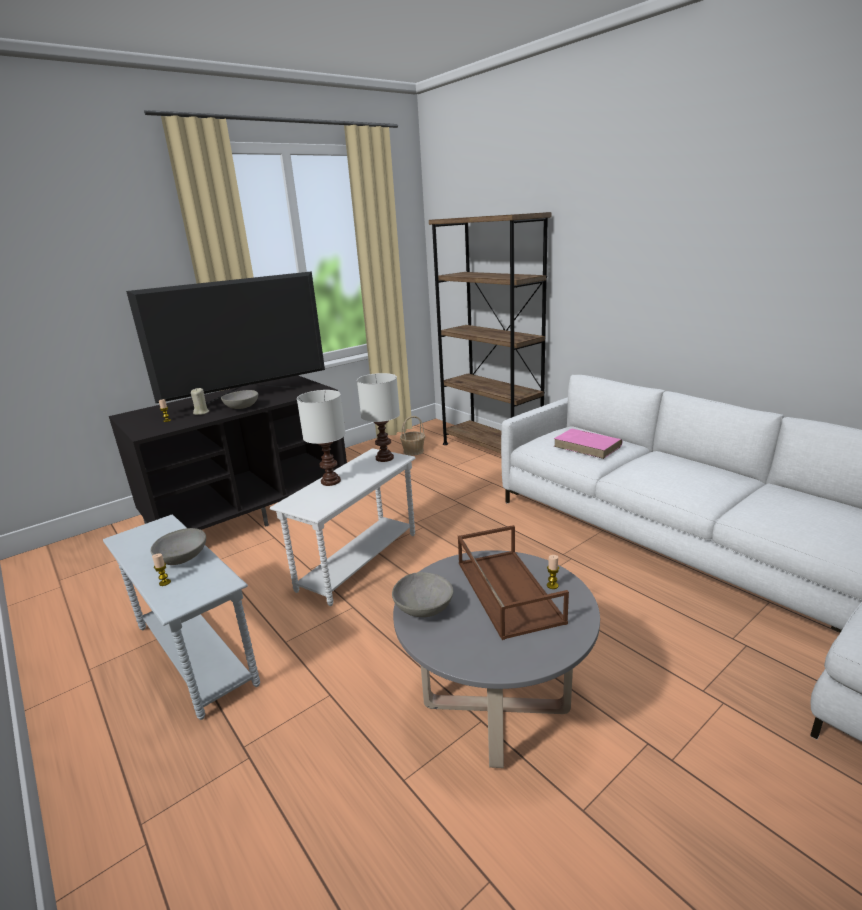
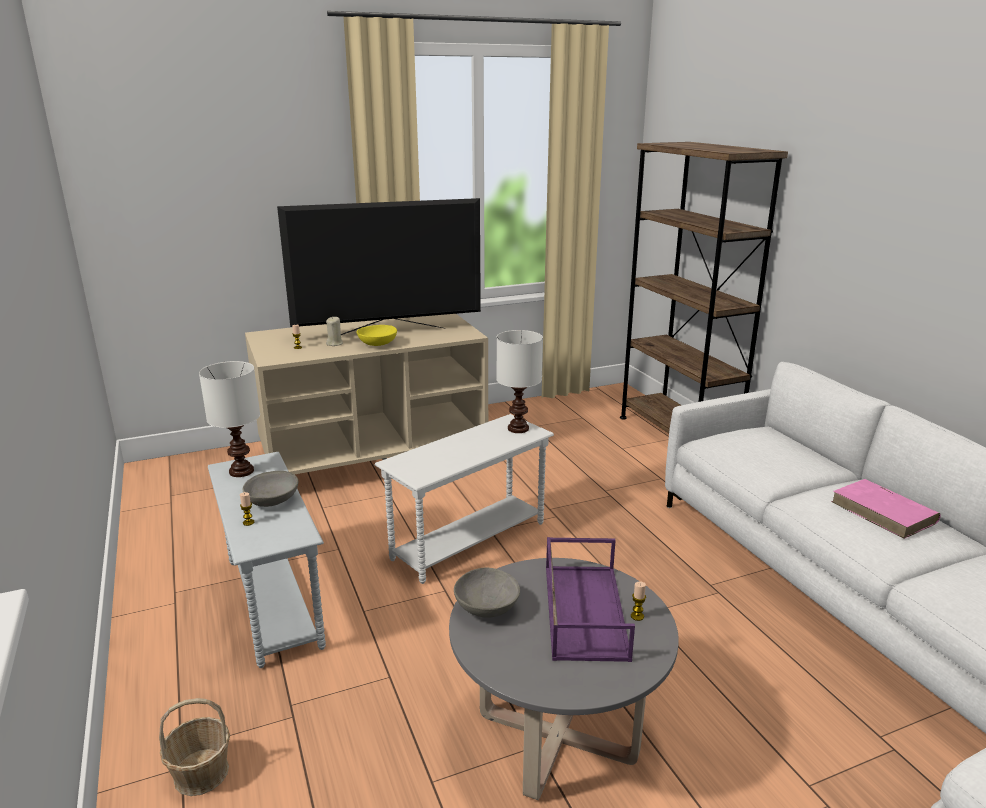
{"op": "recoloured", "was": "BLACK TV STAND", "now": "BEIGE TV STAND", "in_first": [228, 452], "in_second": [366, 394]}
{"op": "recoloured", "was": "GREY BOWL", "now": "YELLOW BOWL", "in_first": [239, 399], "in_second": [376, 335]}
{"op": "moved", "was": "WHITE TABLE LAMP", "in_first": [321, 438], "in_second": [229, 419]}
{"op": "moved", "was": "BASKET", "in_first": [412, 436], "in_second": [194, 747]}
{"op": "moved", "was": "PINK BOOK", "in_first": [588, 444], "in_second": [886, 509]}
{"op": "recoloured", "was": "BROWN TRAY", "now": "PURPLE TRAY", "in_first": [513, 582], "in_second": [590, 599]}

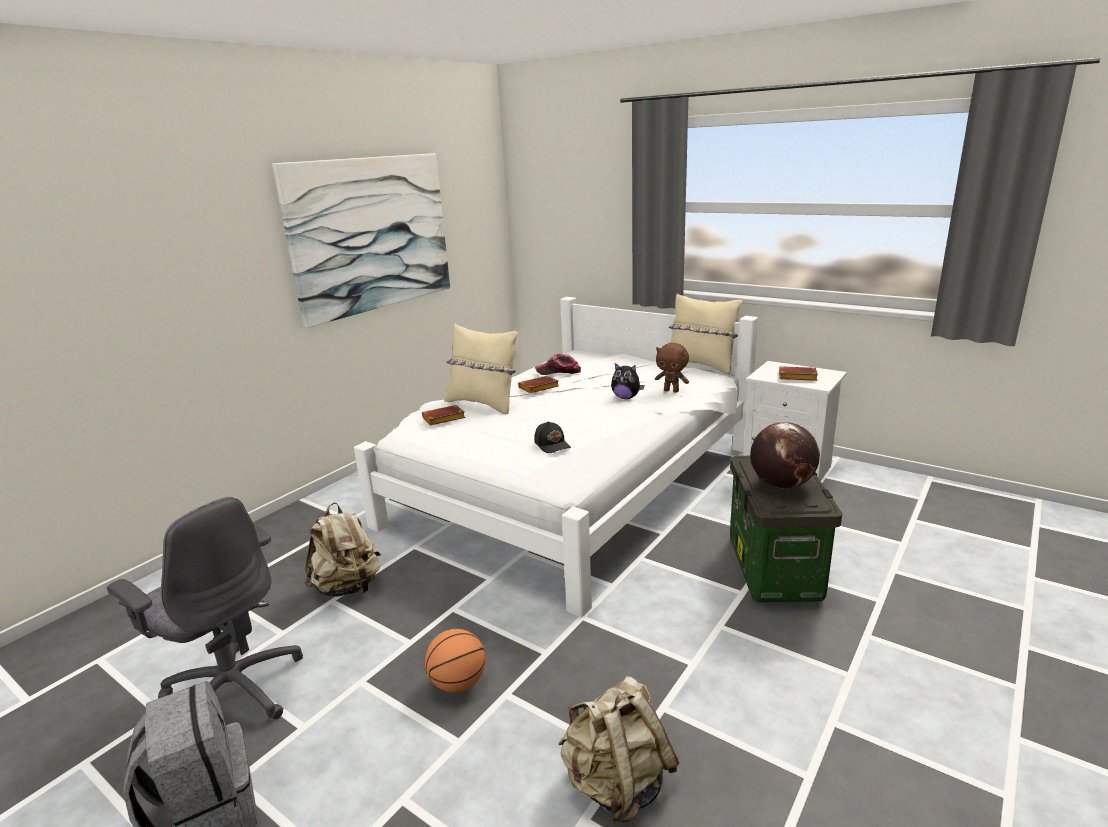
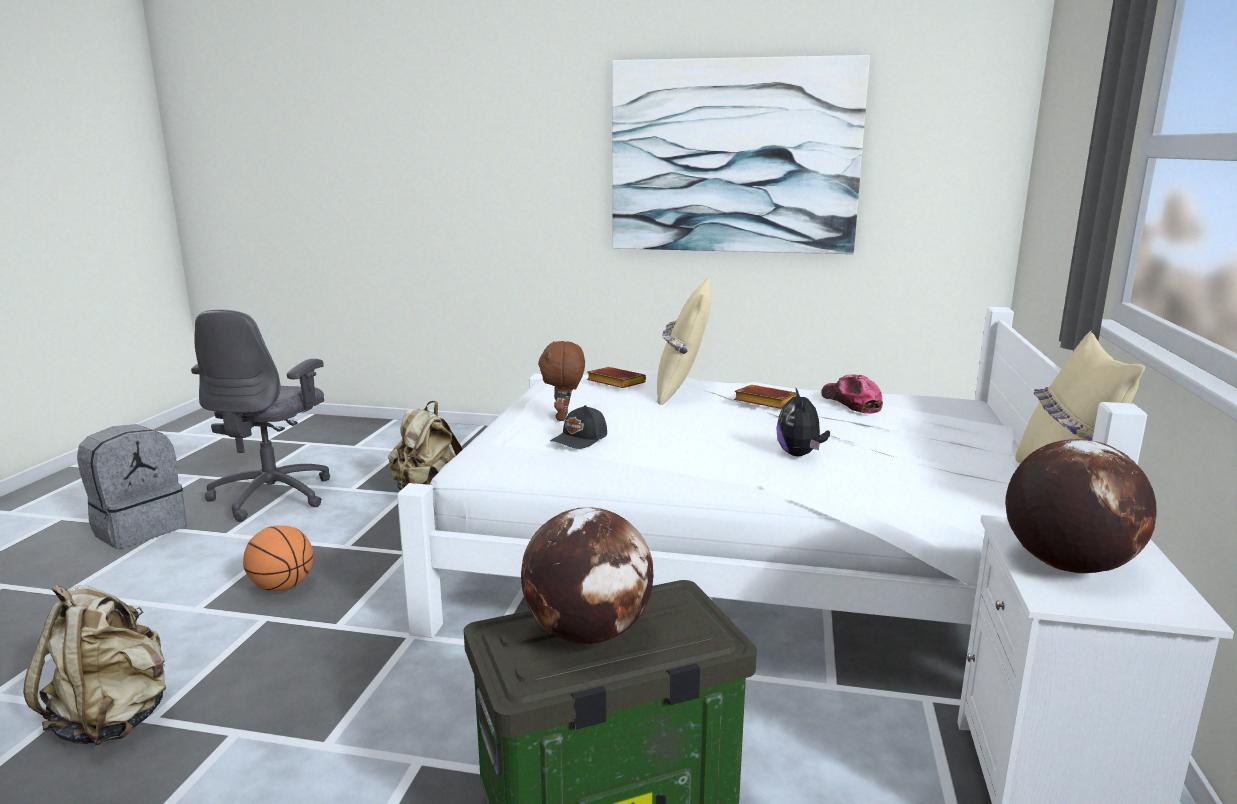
{"op": "moved", "was": "BROWN PLUSH TOY", "in_first": [672, 368], "in_second": [561, 381]}
{"op": "replaced", "was": "BROWN BOOK", "now": "GLOBE", "in_first": [798, 373], "in_second": [1081, 506]}

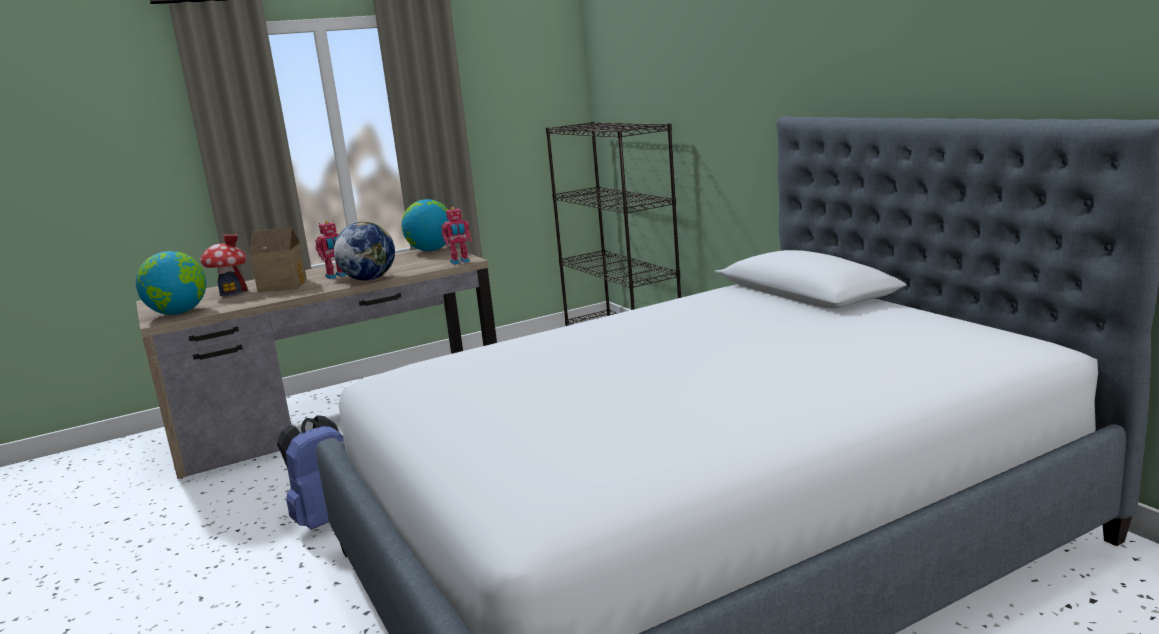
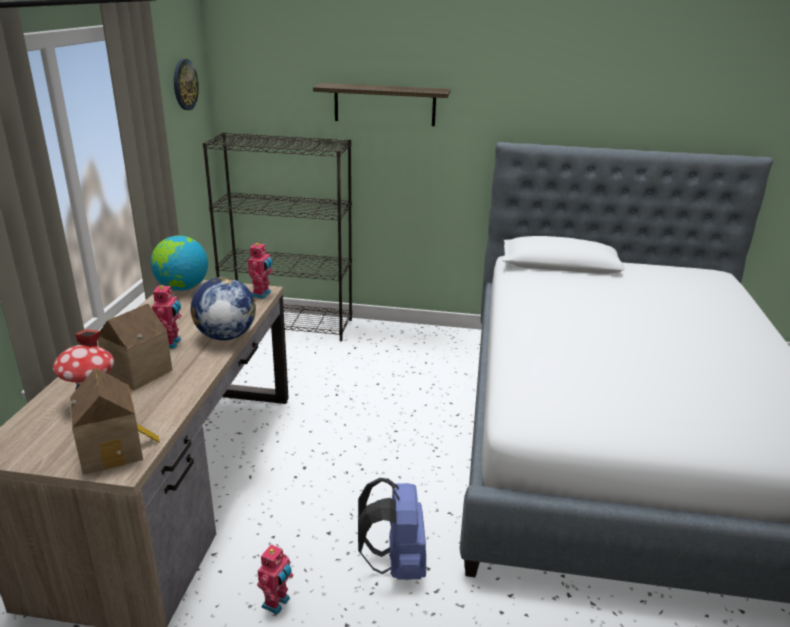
{"op": "replaced", "was": "GLOBE", "now": "TOY HOUSE", "in_first": [171, 283], "in_second": [115, 421]}
{"op": "added", "now": "WALL CLOCK", "in_second": [186, 84]}
{"op": "added", "now": "SHELF", "in_second": [382, 104]}
{"op": "added", "now": "TOY ROBOT", "in_second": [275, 579]}

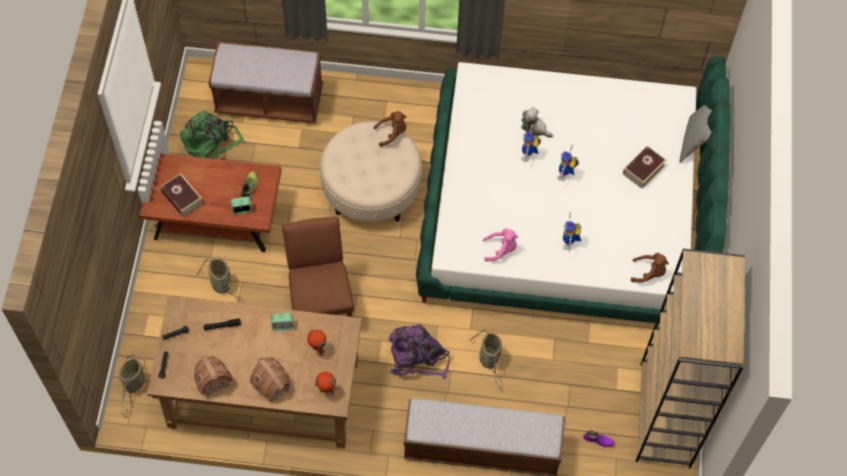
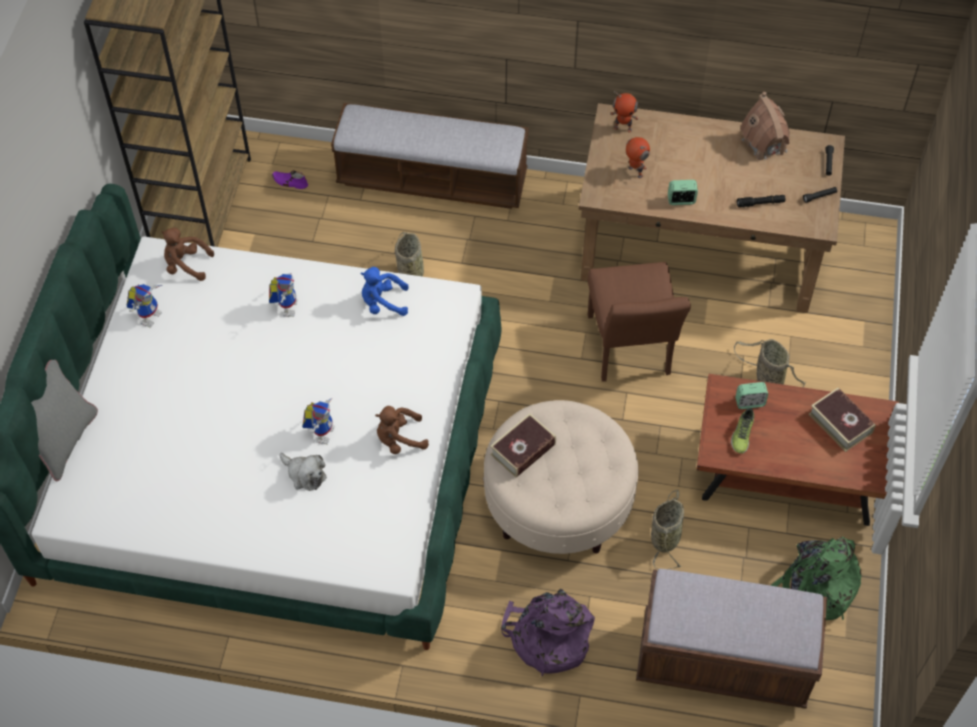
{"op": "moved", "was": "BROWN PLUSH TOY", "in_first": [390, 129], "in_second": [402, 430]}
{"op": "moved", "was": "TOY ROBOT", "in_first": [568, 162], "in_second": [144, 306]}
{"op": "moved", "was": "BOOK", "in_first": [644, 167], "in_second": [523, 445]}
{"op": "recoloured", "was": "PINK PLUSH TOY", "now": "BLUE PLUSH TOY", "in_first": [500, 245], "in_second": [384, 291]}
{"op": "moved", "was": "PURPLE BACKPACK", "in_first": [419, 351], "in_second": [548, 632]}
{"op": "moved", "was": "BASKET", "in_first": [132, 384], "in_second": [667, 529]}
{"op": "removed", "was": "TOY HOUSE", "in_first": [271, 379]}

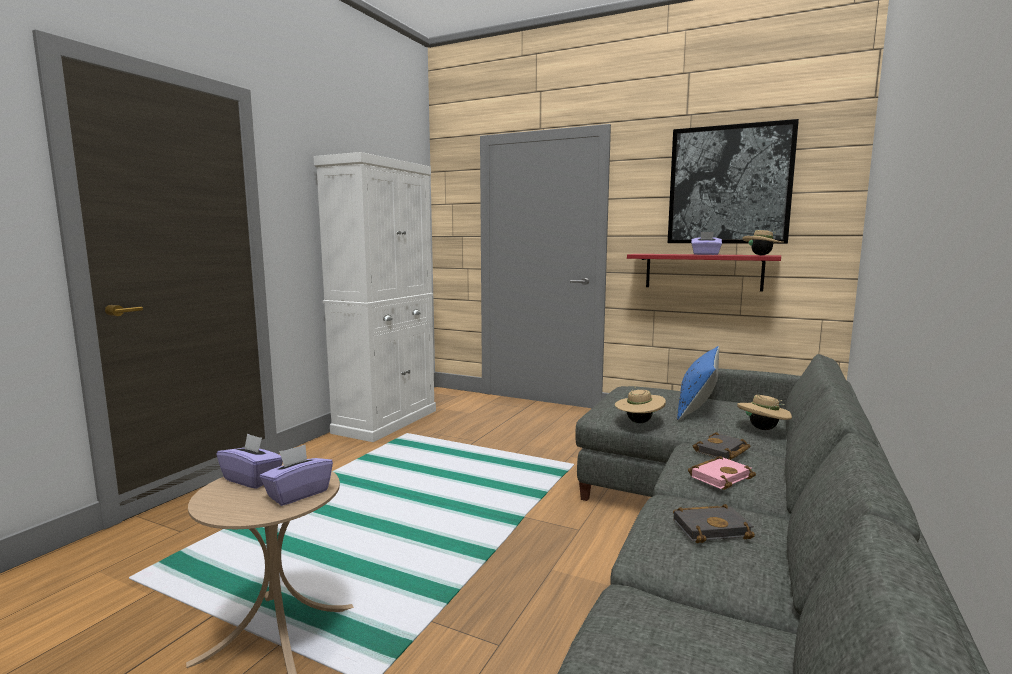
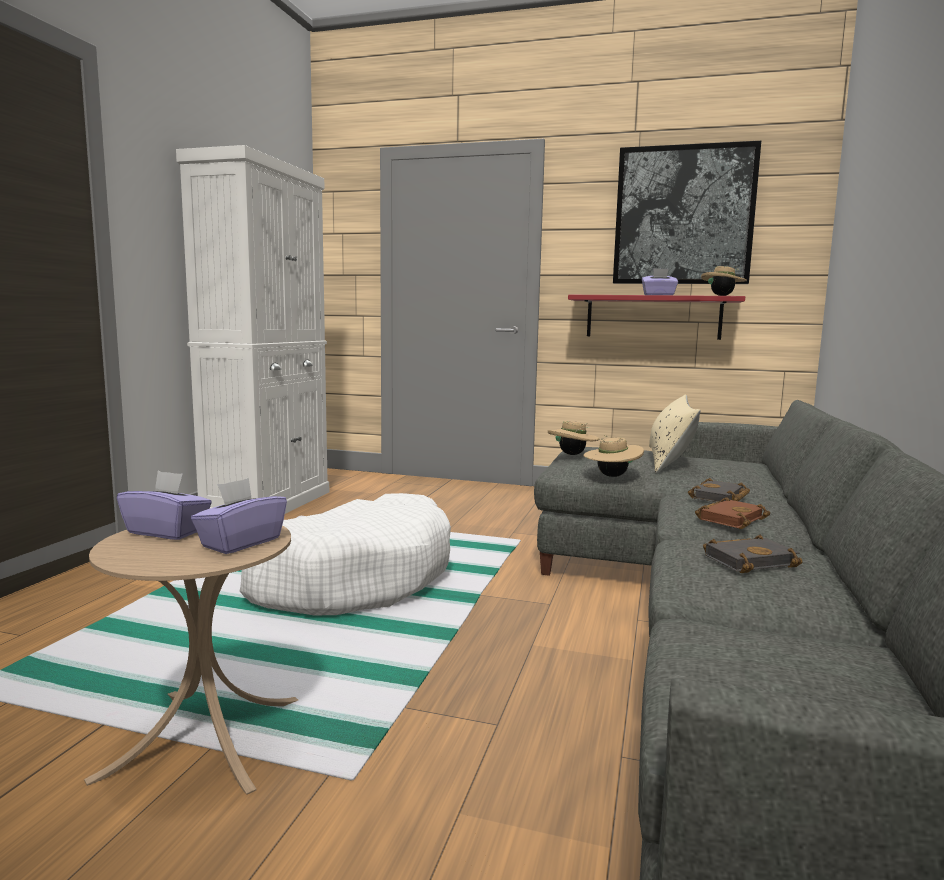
{"op": "recoloured", "was": "BLUE PILLOW", "now": "BEIGE PILLOW", "in_first": [698, 383], "in_second": [674, 433]}
{"op": "moved", "was": "BEIGE HAT", "in_first": [764, 412], "in_second": [573, 438]}
{"op": "recoloured", "was": "PINK BOOK", "now": "BROWN BOOK", "in_first": [722, 473], "in_second": [732, 513]}
{"op": "added", "now": "WHITE DOG BED", "in_second": [345, 554]}

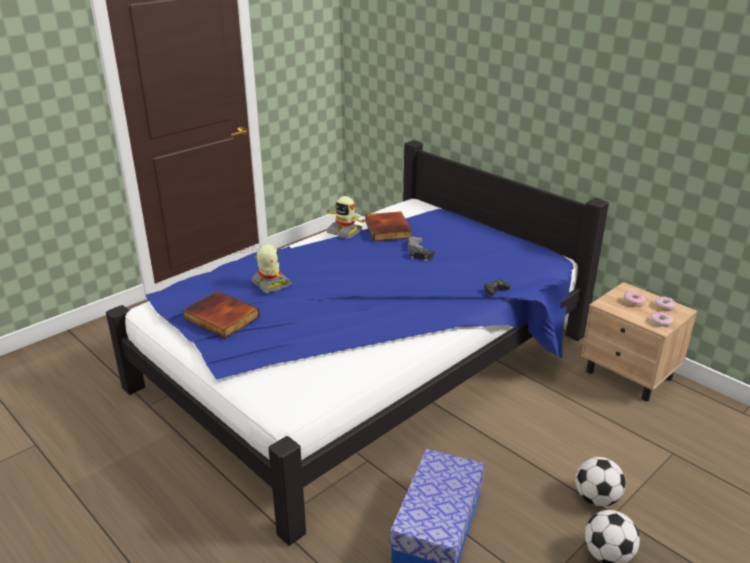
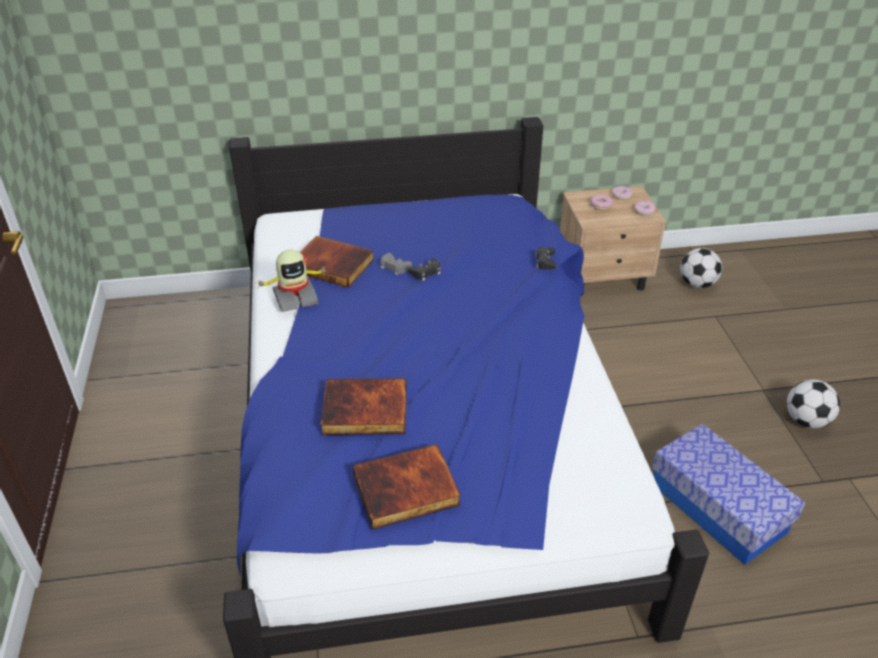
{"op": "replaced", "was": "TOY ROBOT", "now": "BOOK", "in_first": [271, 268], "in_second": [363, 406]}
{"op": "moved", "was": "FOOTBALL", "in_first": [600, 482], "in_second": [701, 268]}

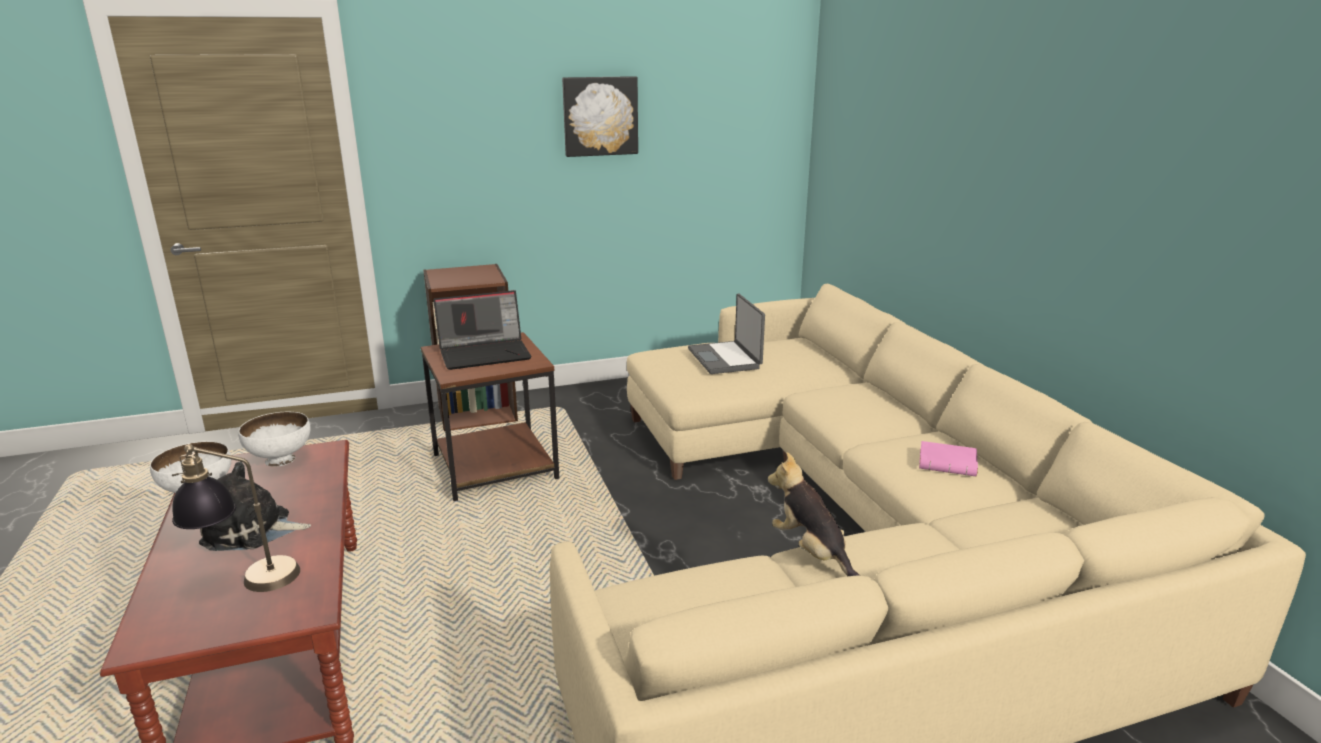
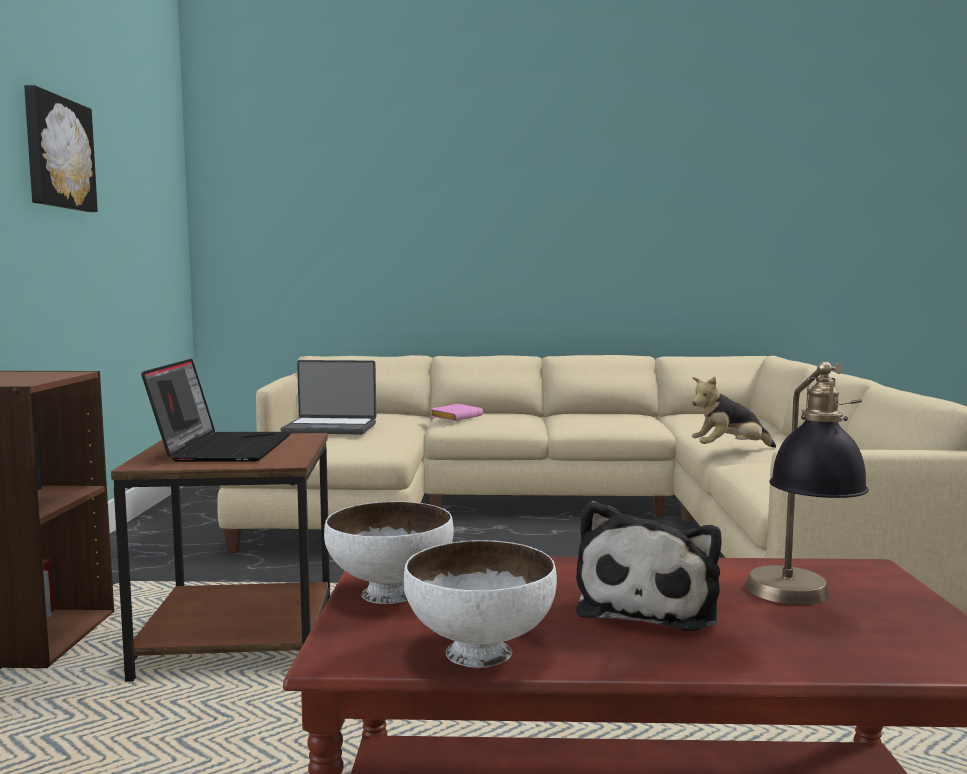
{"op": "moved", "was": "PINK BOOK", "in_first": [948, 458], "in_second": [456, 412]}

